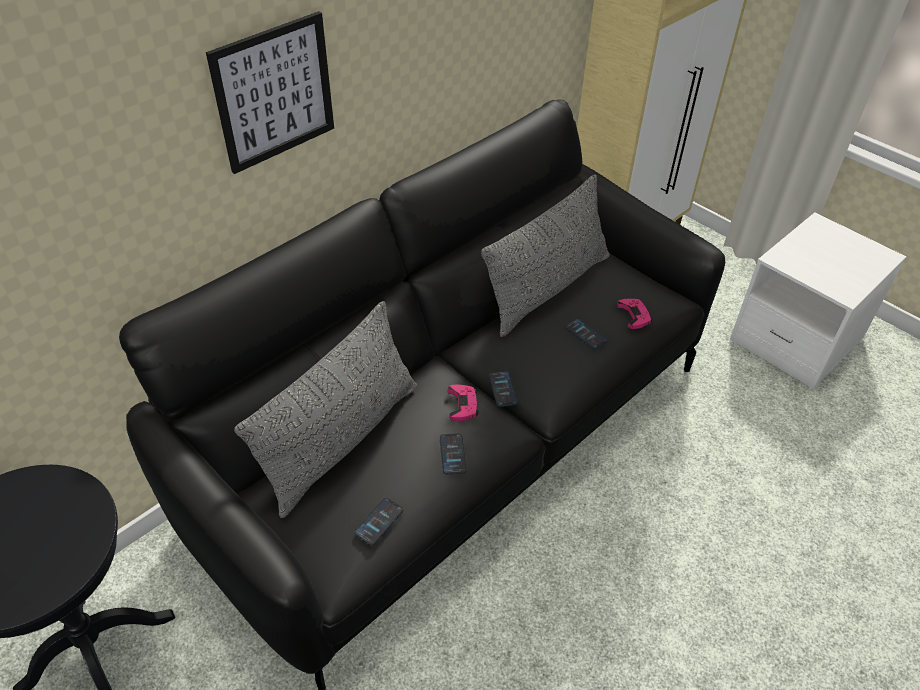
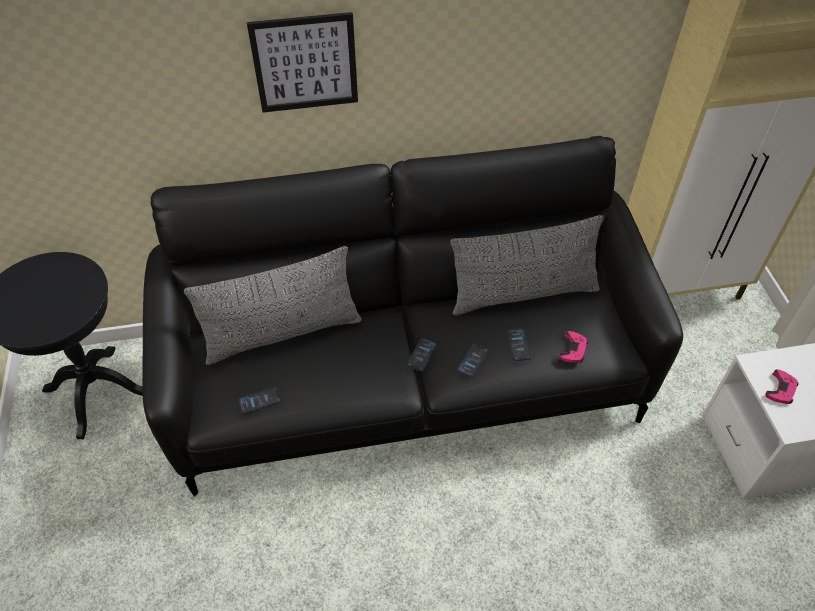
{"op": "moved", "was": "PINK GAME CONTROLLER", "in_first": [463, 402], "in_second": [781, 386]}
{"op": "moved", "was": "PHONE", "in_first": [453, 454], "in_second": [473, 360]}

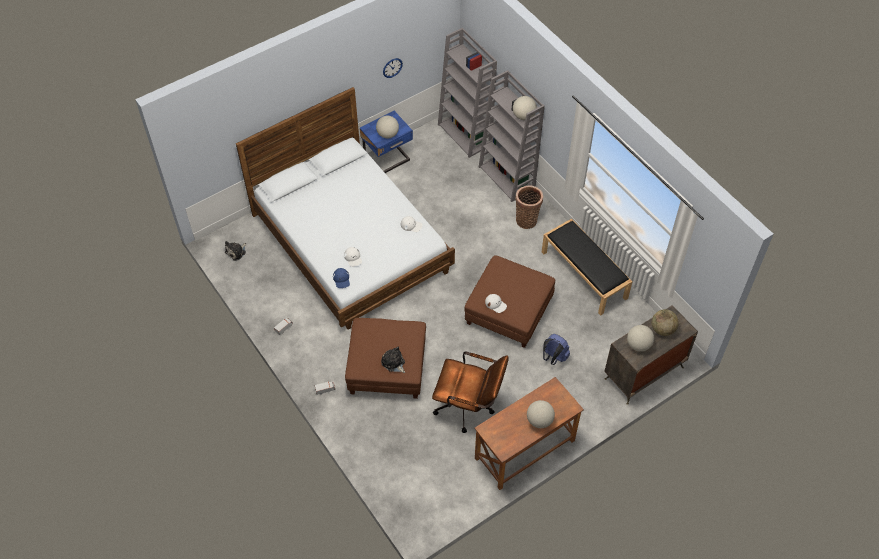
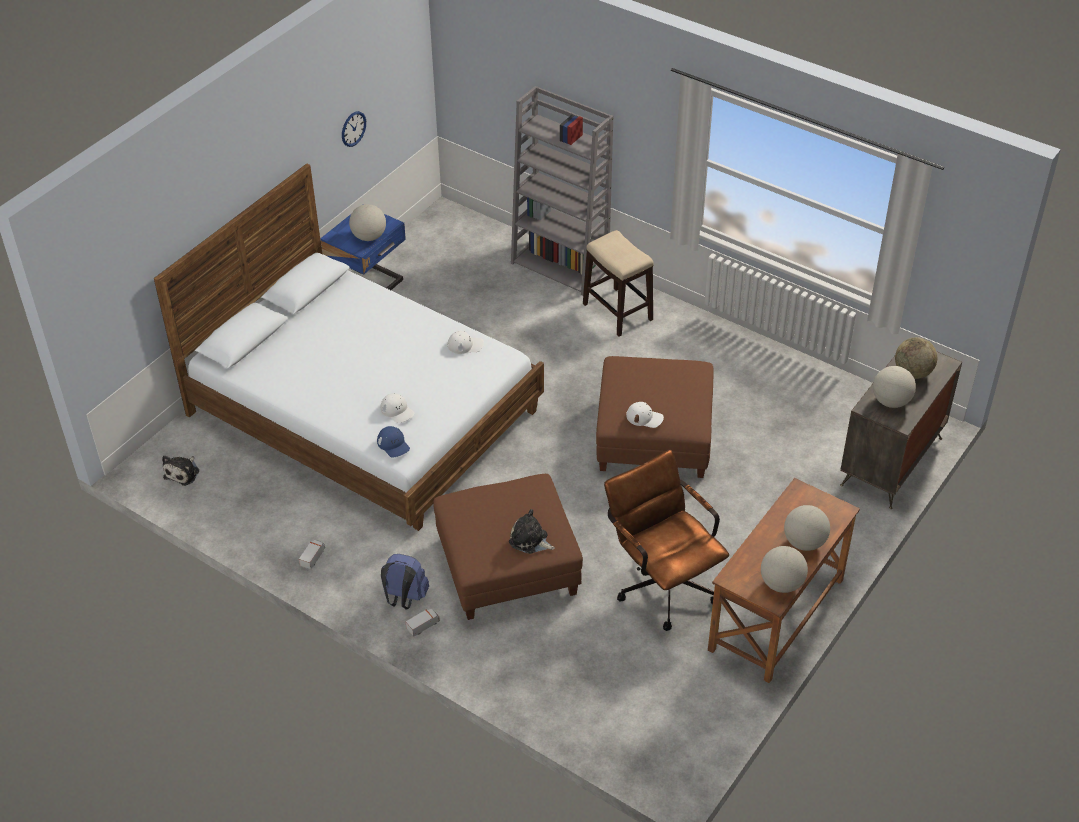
{"op": "removed", "was": "GREY BOOKCASE", "in_first": [467, 93]}
{"op": "moved", "was": "GLOBE", "in_first": [525, 108], "in_second": [784, 569]}
{"op": "replaced", "was": "BASKET", "now": "STOOL", "in_first": [529, 207], "in_second": [618, 283]}
{"op": "removed", "was": "BLACK BENCH", "in_first": [587, 267]}
{"op": "moved", "was": "BLUE BACKPACK", "in_first": [556, 349], "in_second": [405, 581]}
{"op": "turned", "was": "BROWN OFFICE CHAIR", "in_first": [470, 392], "in_second": [666, 540], "clockwise": -120}

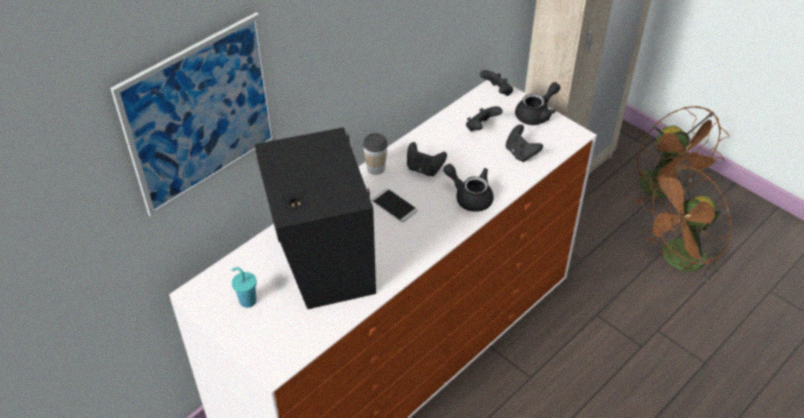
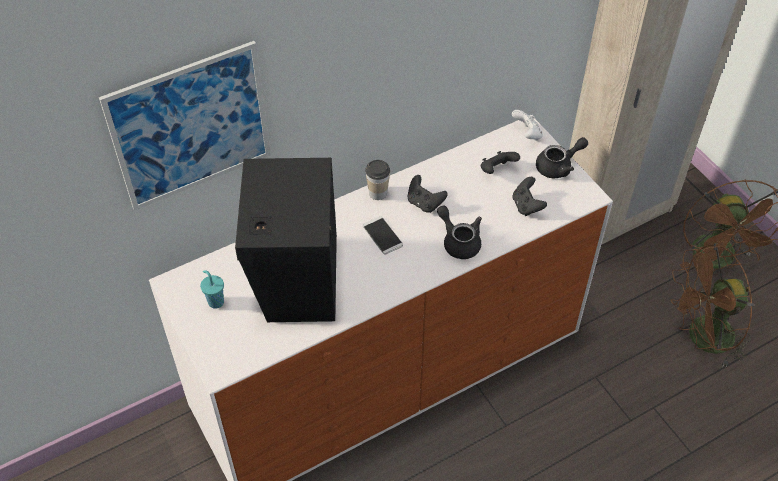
{"op": "recoloured", "was": "BLACK GAME CONTROLLER", "now": "WHITE GAME CONTROLLER", "in_first": [496, 83], "in_second": [527, 125]}

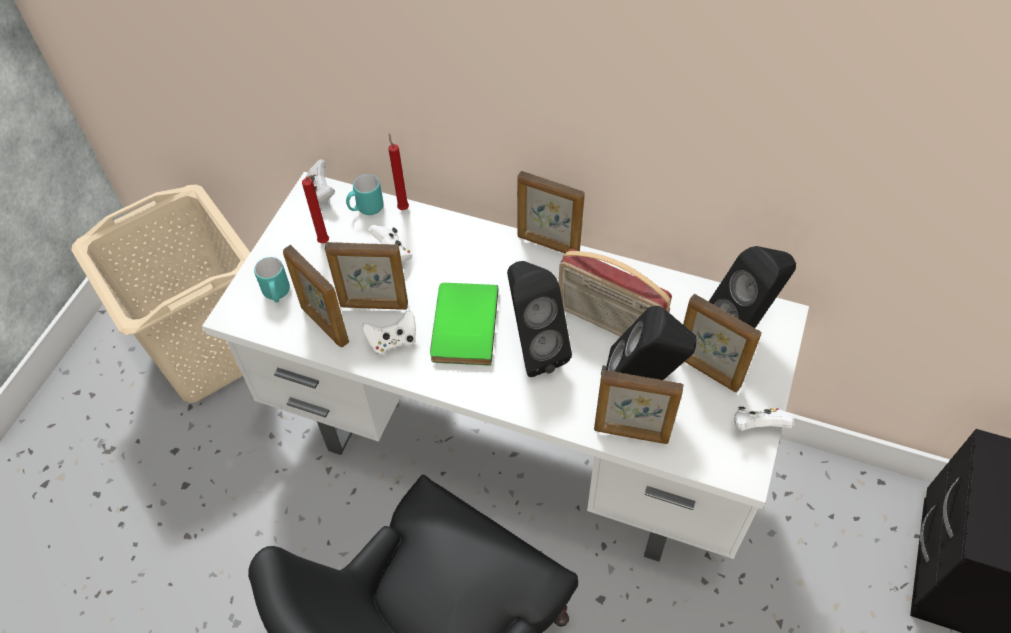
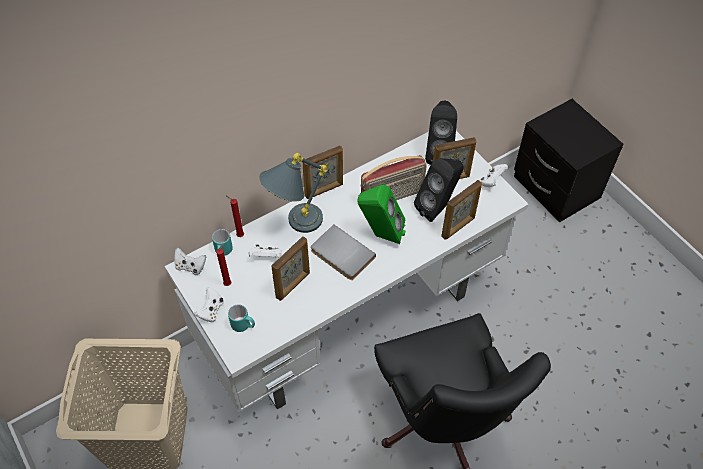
{"op": "removed", "was": "PICTURE FRAME", "in_first": [316, 296]}
{"op": "recoloured", "was": "BLACK SPEAKER", "now": "GREEN SPEAKER", "in_first": [539, 319], "in_second": [381, 214]}
{"op": "recoloured", "was": "GREEN BOOK", "now": "GREY BOOK", "in_first": [464, 324], "in_second": [343, 252]}
{"op": "moved", "was": "WHITE GAME CONTROLLER", "in_first": [389, 332], "in_second": [209, 305]}
{"op": "added", "now": "GREY TABLE LAMP", "in_second": [293, 193]}

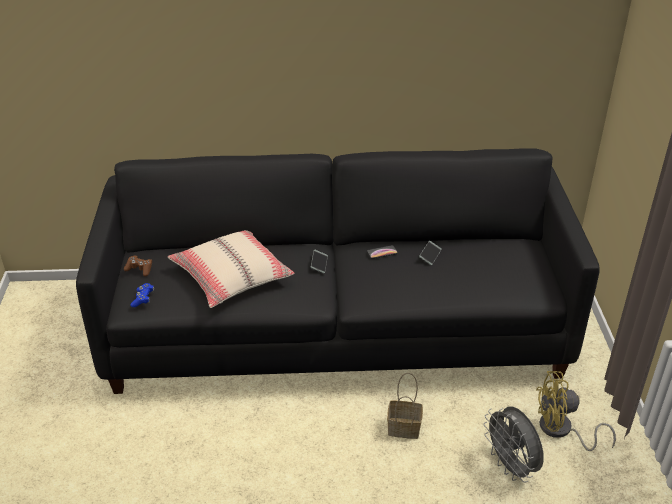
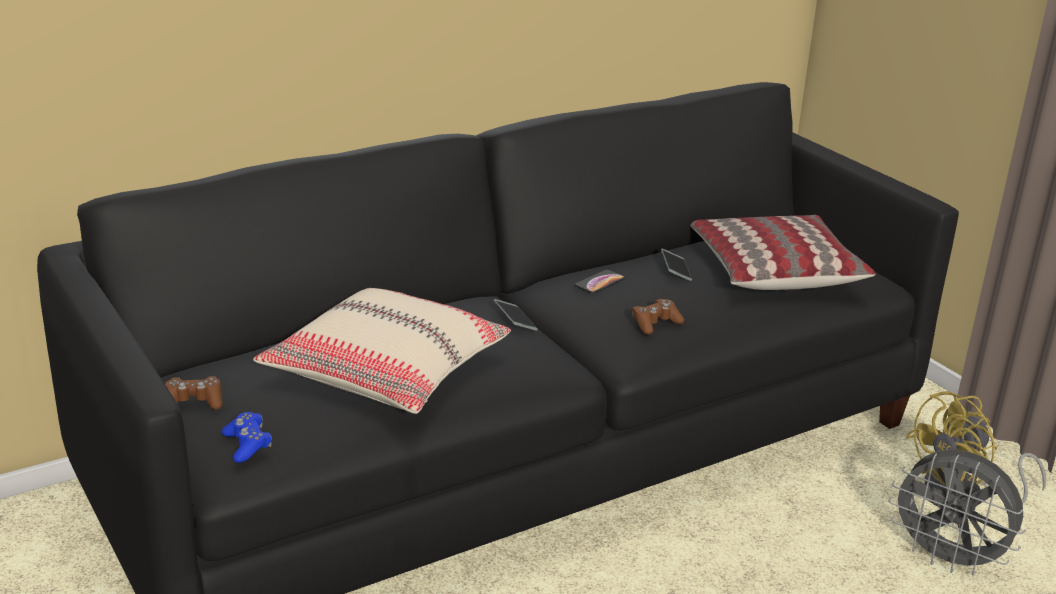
{"op": "removed", "was": "BASKET", "in_first": [405, 406]}
{"op": "added", "now": "PILLOW", "in_second": [783, 252]}
{"op": "added", "now": "BROWN GAME CONTROLLER", "in_second": [658, 317]}

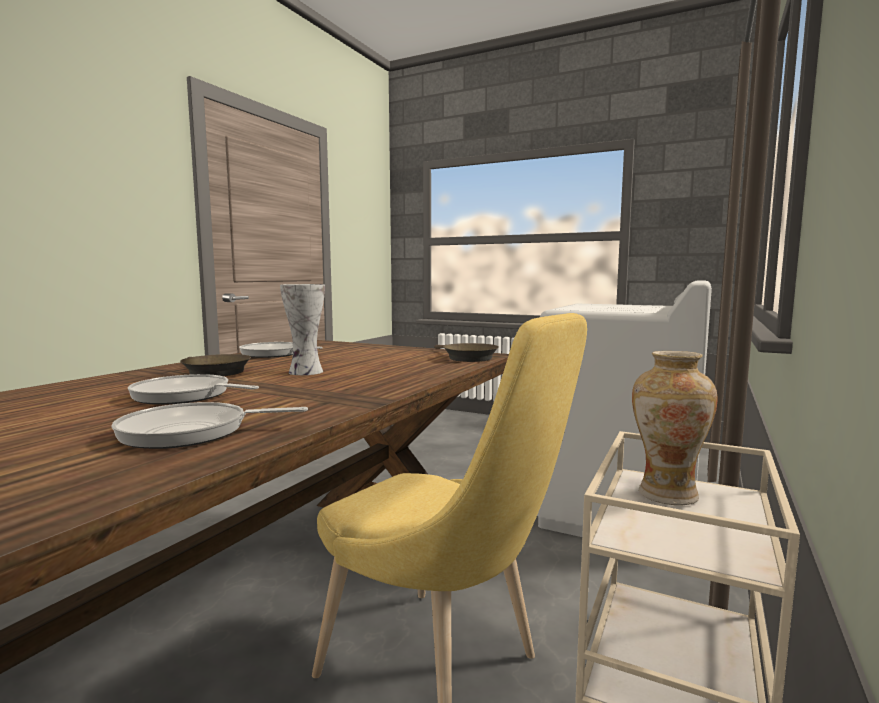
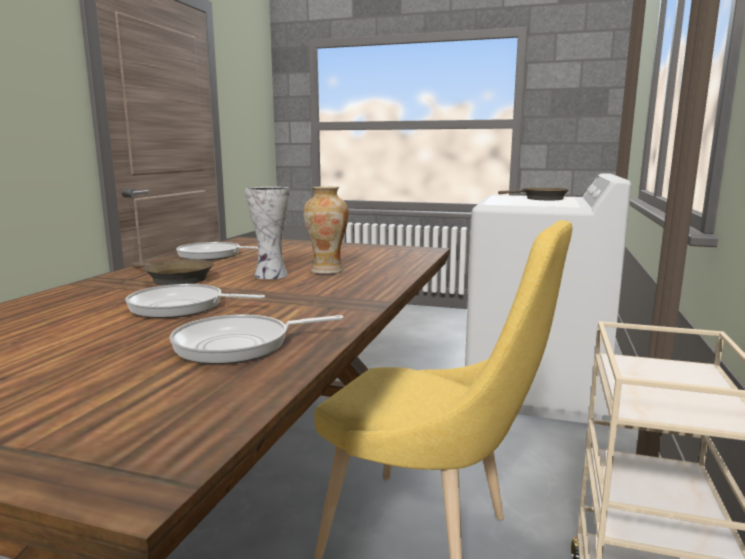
{"op": "moved", "was": "BROWN FRYING PAN", "in_first": [466, 352], "in_second": [534, 194]}
{"op": "moved", "was": "VASE", "in_first": [675, 428], "in_second": [326, 230]}

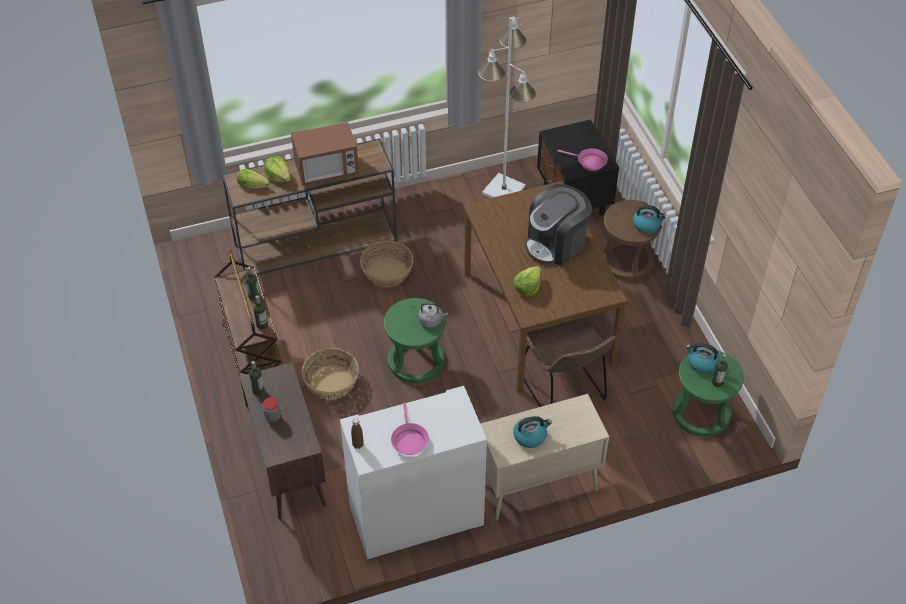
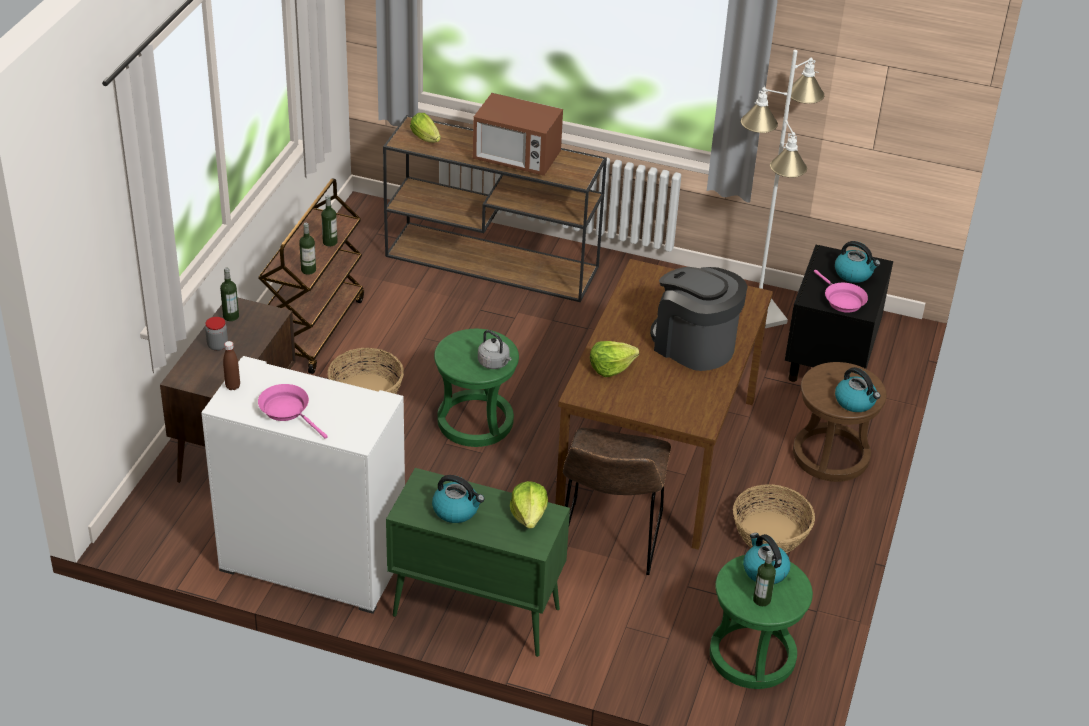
{"op": "moved", "was": "LETTUCE", "in_first": [277, 169], "in_second": [529, 505]}
{"op": "turned", "was": "COFFEE MACHINE", "in_first": [558, 225], "in_second": [699, 319], "clockwise": 45}
{"op": "moved", "was": "BASKET", "in_first": [387, 263], "in_second": [774, 518]}
{"op": "recoloured", "was": "BEIGE CABINET", "now": "GREEN CABINET", "in_first": [545, 457], "in_second": [478, 562]}
{"op": "turned", "was": "PINK FRYING PAN", "in_first": [410, 429], "in_second": [293, 411], "clockwise": 105}
{"op": "added", "now": "KETTLE", "in_second": [857, 262]}

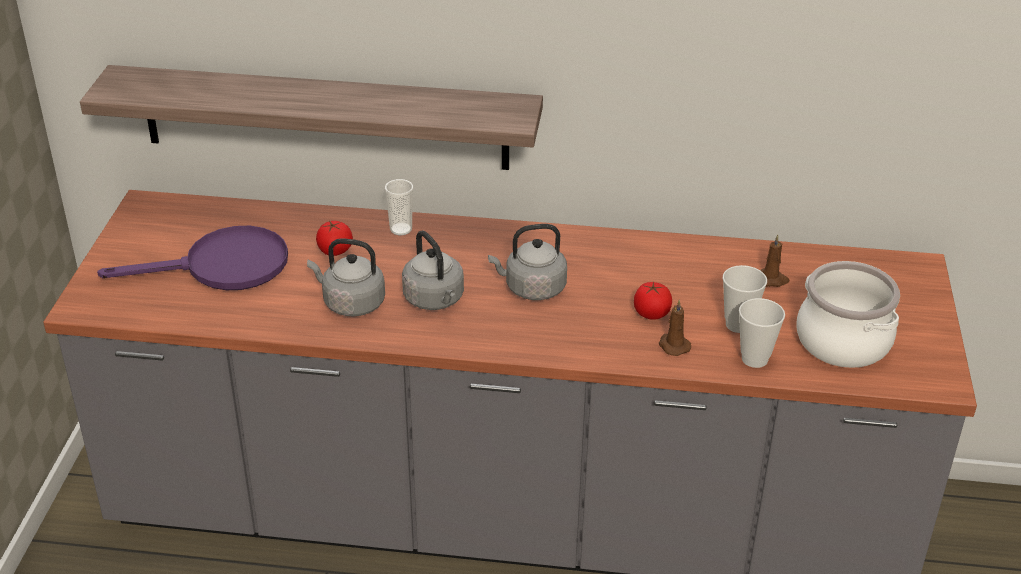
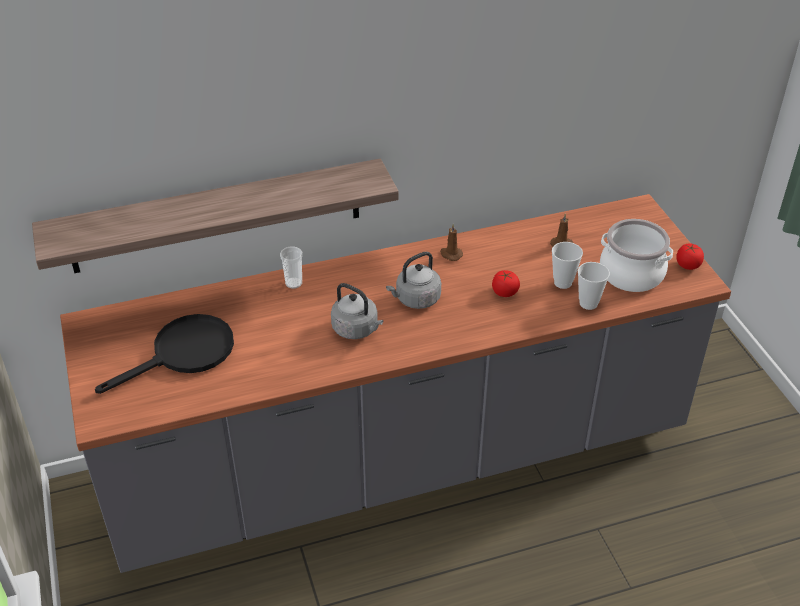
{"op": "moved", "was": "TOMATO", "in_first": [334, 238], "in_second": [690, 256]}
{"op": "recoloured", "was": "PURPLE FRYING PAN", "now": "BLACK FRYING PAN", "in_first": [192, 258], "in_second": [164, 354]}
{"op": "removed", "was": "GREY KETTLE", "in_first": [346, 277]}
{"op": "moved", "was": "BROWN CANDLE", "in_first": [675, 328], "in_second": [451, 242]}

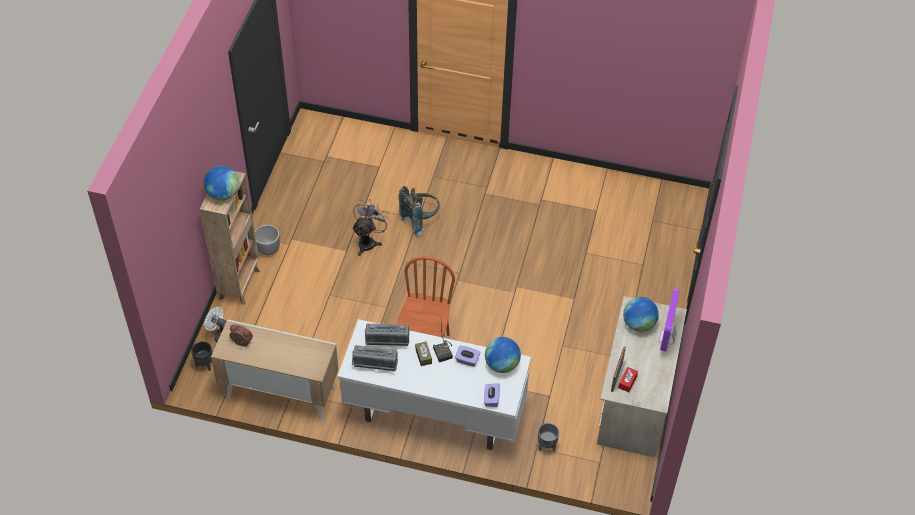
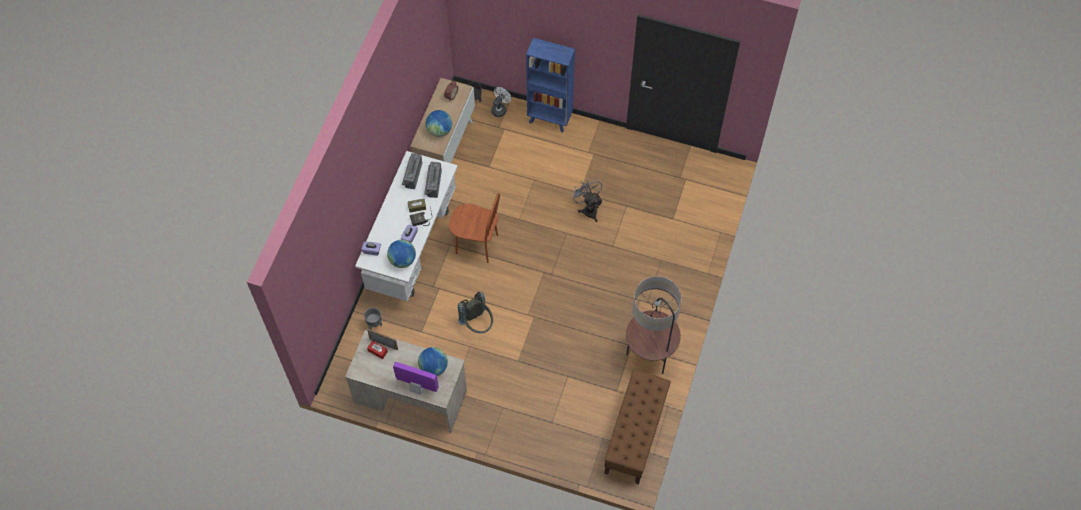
{"op": "moved", "was": "GLOBE", "in_first": [221, 183], "in_second": [439, 123]}
{"op": "recoloured", "was": "BROWN BOOKCASE", "now": "BLUE BOOKCASE", "in_first": [230, 238], "in_second": [550, 85]}
{"op": "moved", "was": "GREY BACKPACK", "in_first": [419, 211], "in_second": [475, 312]}
{"op": "turned", "was": "GREY FAN", "in_first": [371, 227], "in_second": [587, 199], "clockwise": -150}
{"op": "removed", "was": "PLANTER", "in_first": [267, 240]}
{"op": "added", "now": "FLOOR LAMP", "in_second": [654, 325]}
{"op": "added", "now": "BROWN BENCH", "in_second": [637, 427]}

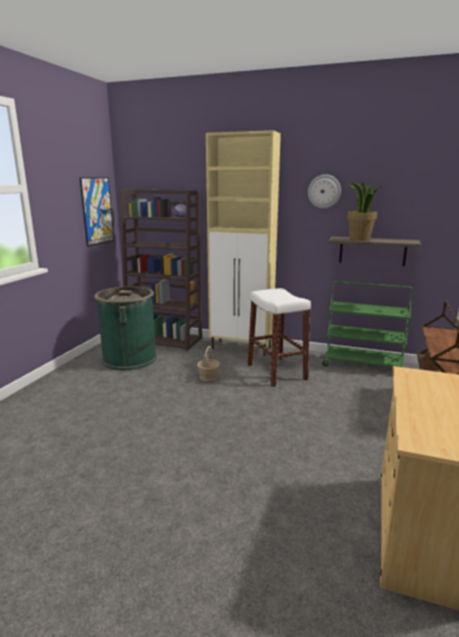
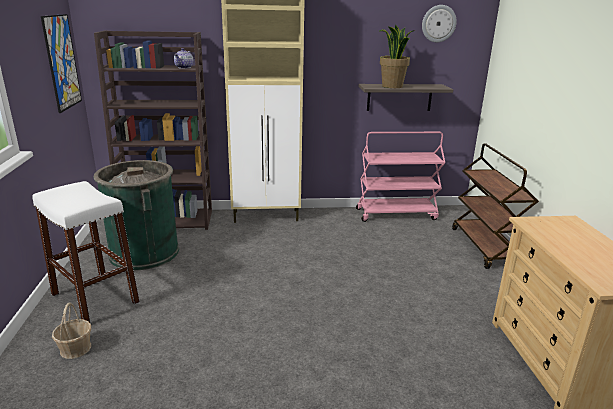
{"op": "moved", "was": "WALL CLOCK", "in_first": [324, 191], "in_second": [439, 23]}
{"op": "recoloured", "was": "GREEN CART", "now": "PINK CART", "in_first": [368, 324], "in_second": [400, 177]}
{"op": "moved", "was": "WHITE STOOL", "in_first": [279, 337], "in_second": [86, 252]}
{"op": "moved", "was": "BASKET", "in_first": [208, 363], "in_second": [71, 330]}

